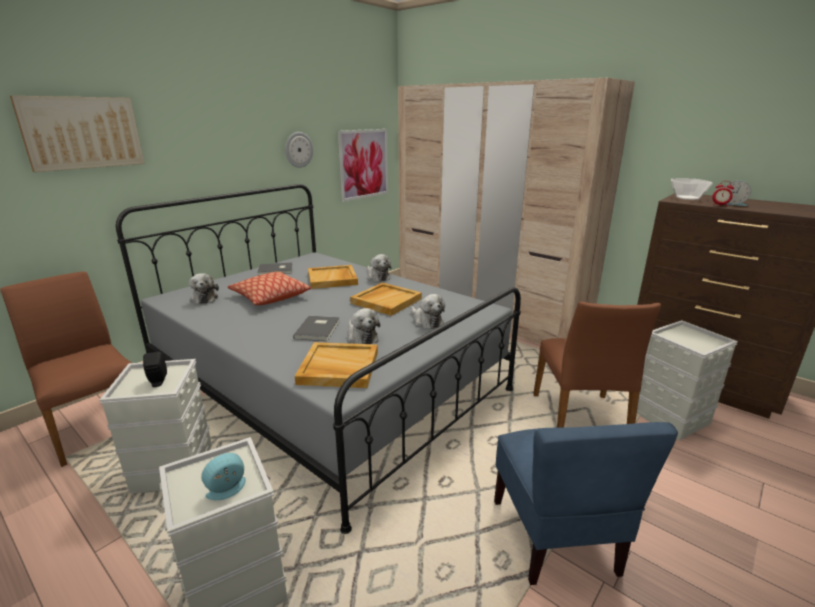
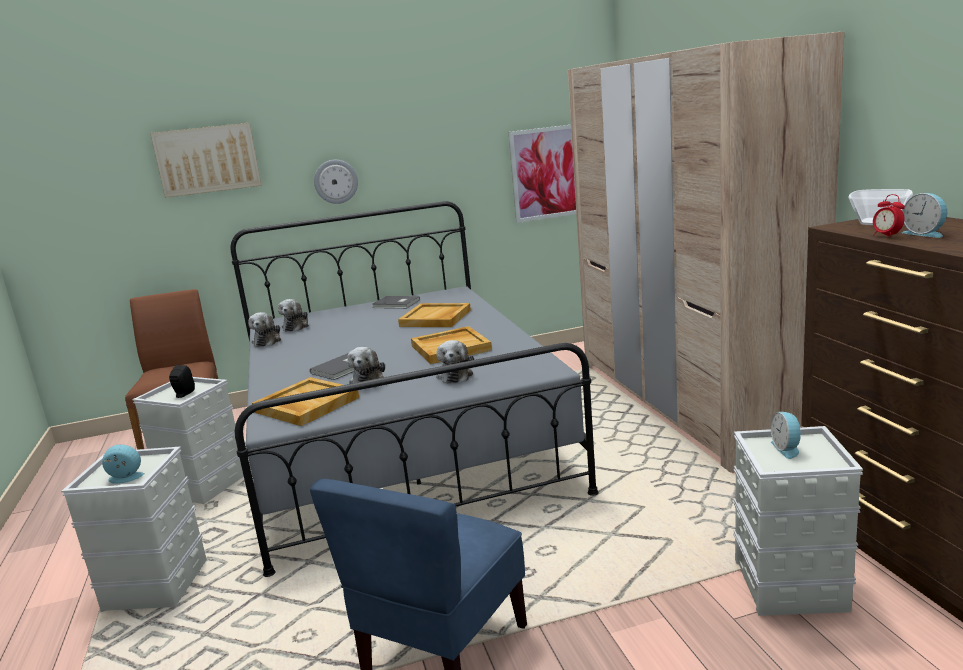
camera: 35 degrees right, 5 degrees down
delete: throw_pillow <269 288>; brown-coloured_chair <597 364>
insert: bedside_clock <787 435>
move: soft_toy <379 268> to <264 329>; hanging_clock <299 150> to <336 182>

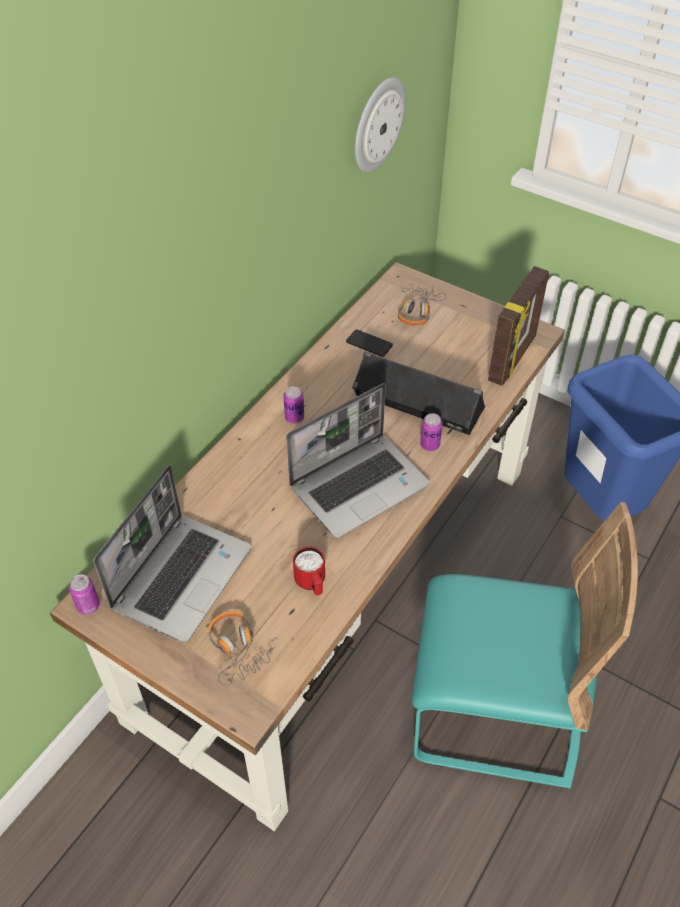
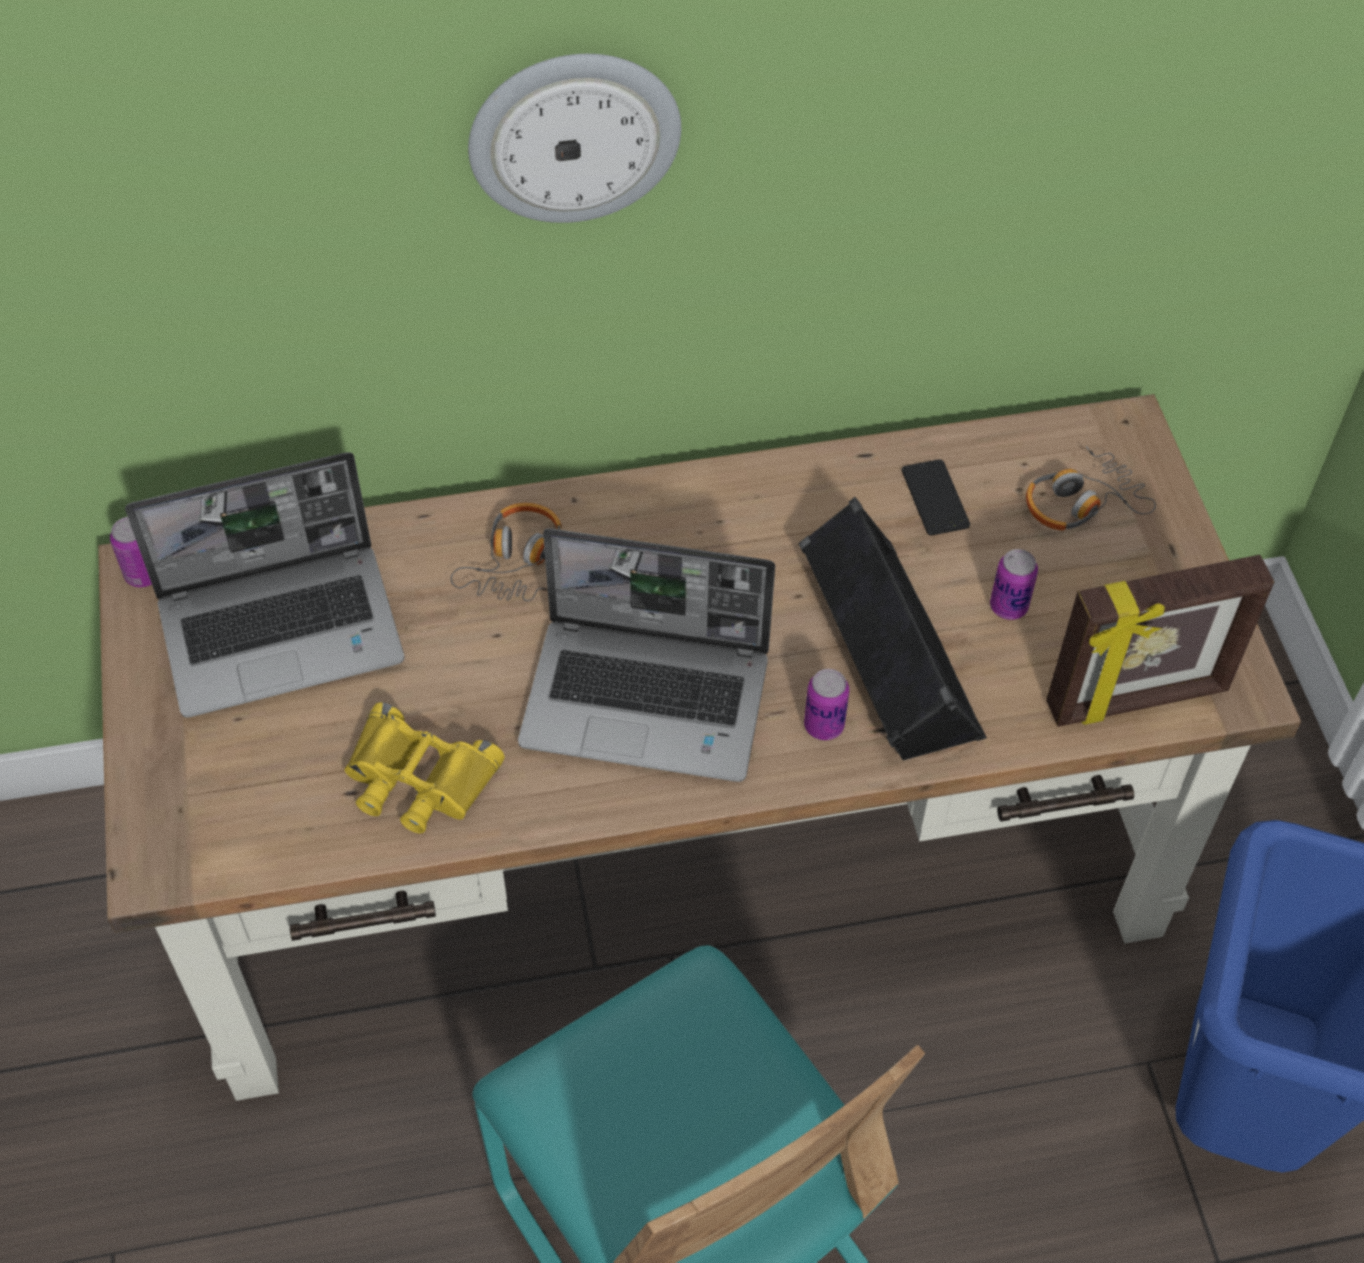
camera: 45 degrees right, 5 degrees up
move: headphones <242 648> to <506 552>; hanging_clock <380 124> to <574 138>; can <293 405> to <1014 584>
replace: red-coloured_coffee_mug <309 570> to yellow_pair_of_binoculars <425 768>

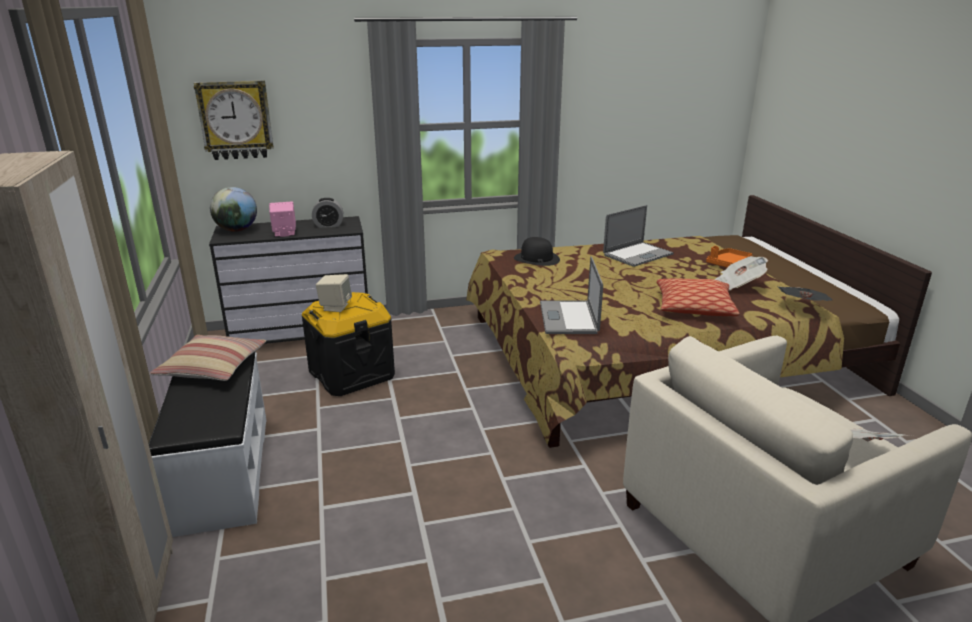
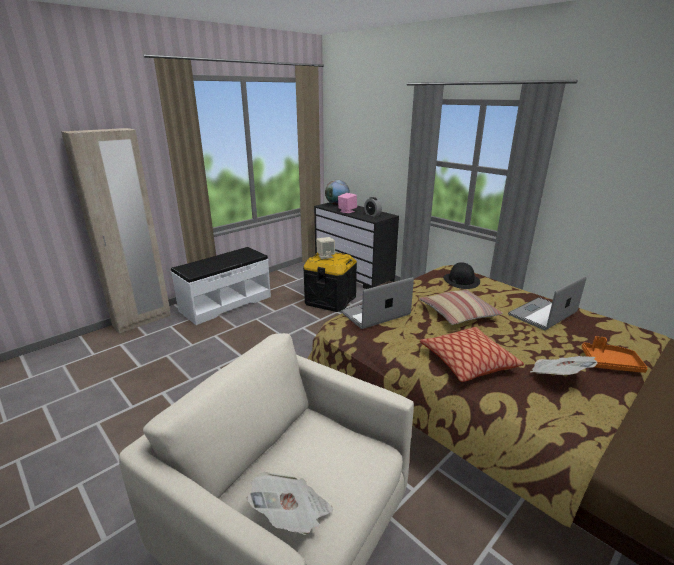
camera: 60 degrees right, 0 degrees up
delete: hanging_clock <234 120>; daily_paper <805 294>
move: throw_pillow <208 358> to <461 307>
rotate: portable_computer <638 236> = <547 303> 120 degrees clockwise

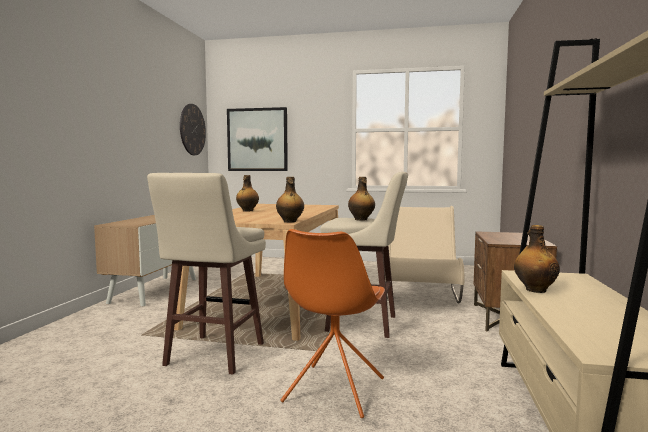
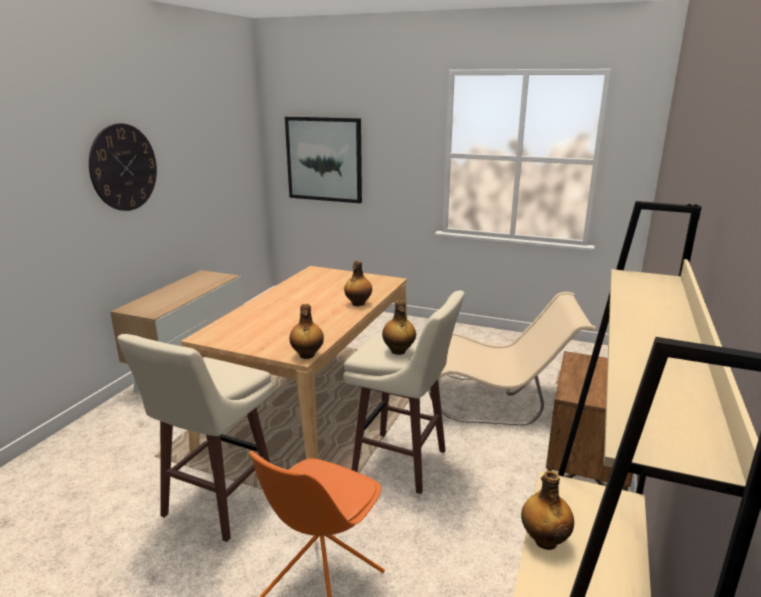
camera: 10 degrees right, 15 degrees up
move: hanging_clock <193 129> to <123 167>; beverage_bottle <247 193> to <358 283>
rotate: sand-coloured_chair <424 255> = <511 358> 75 degrees clockwise

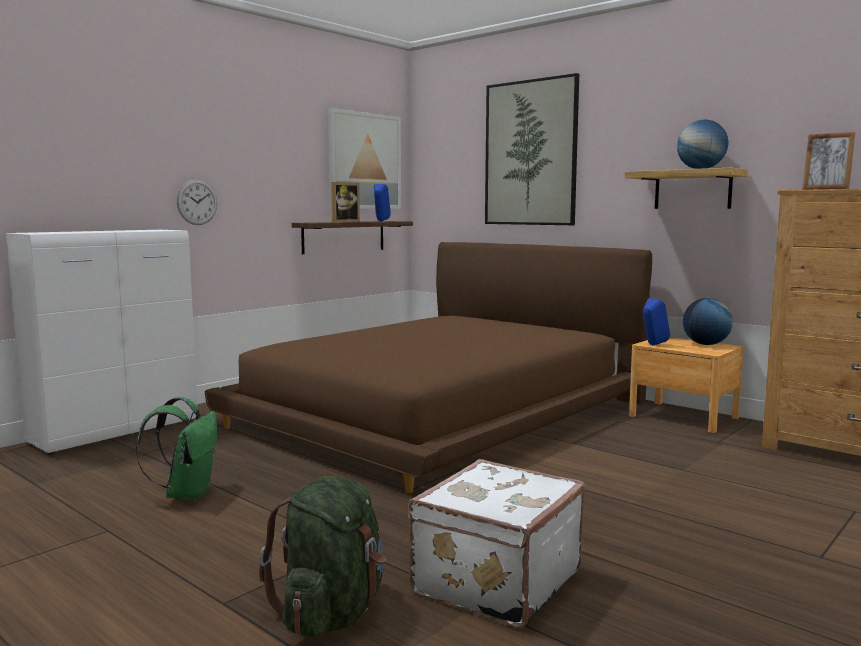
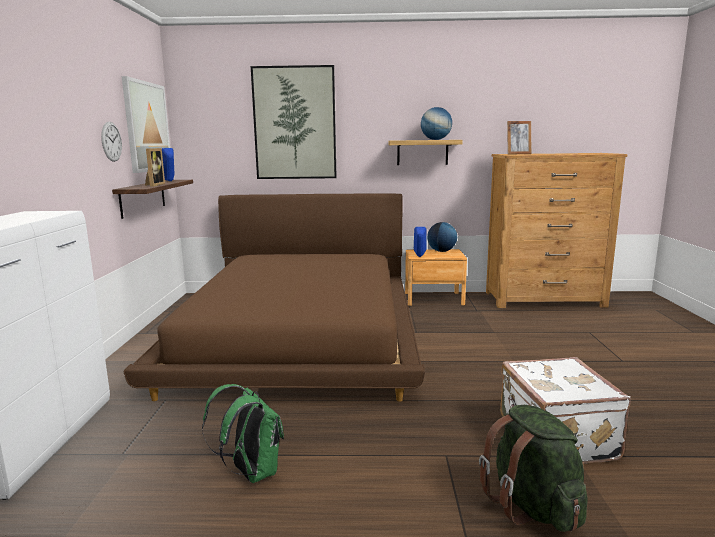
camera: 40 degrees left, 5 degrees up
move: hanging_clock <197 202> to <111 142>

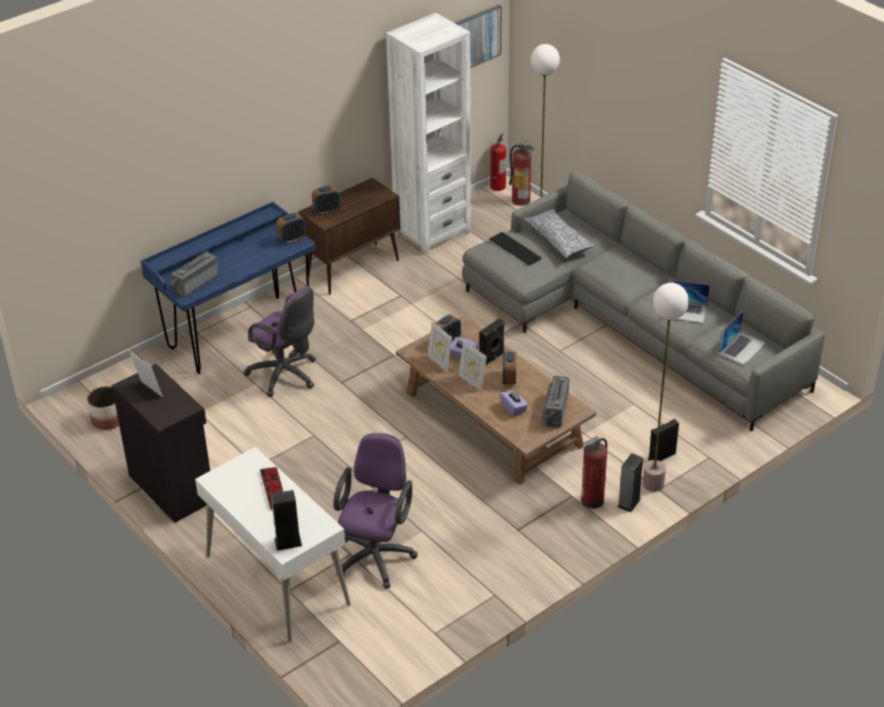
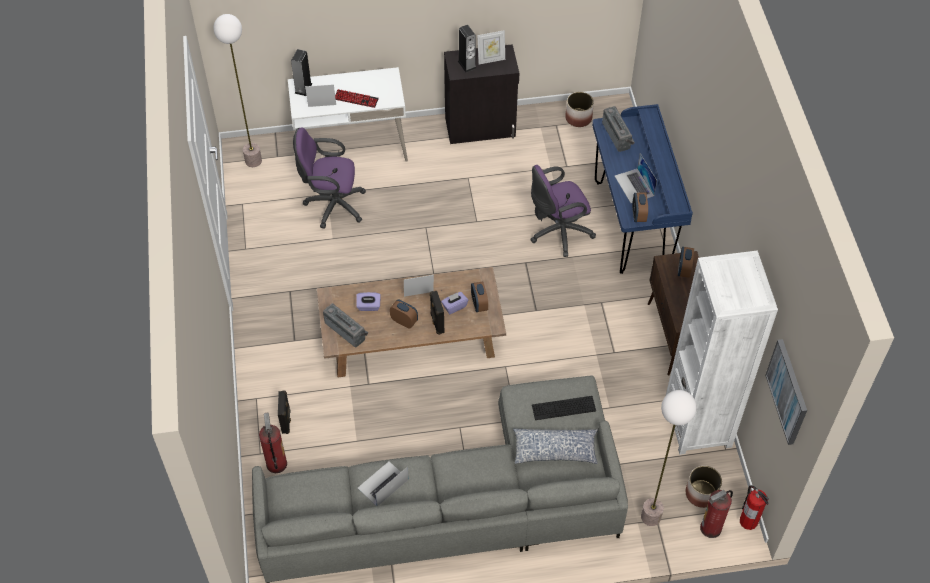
camera: 120 degrees right, 15 degrees up
insert: flower_pot <704 487>
move: standard_lamp <665 387> to <237 90>; extinguisher <594 472> to <273 443>; picture_frame <440 346> to <320 95>; speaker <630 483> to <467 48>; portable_computer <742 338> to <636 178>
rotate: purplish_desk_chair <375 511> = <329 178> 135 degrees clockwise

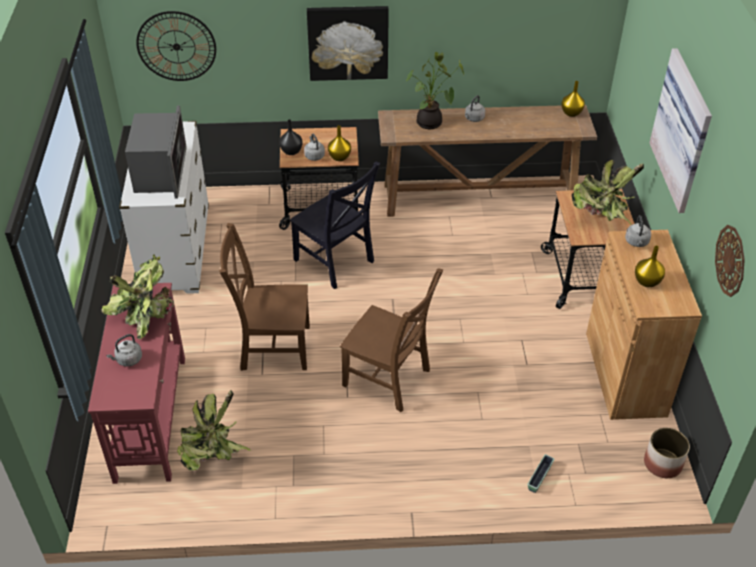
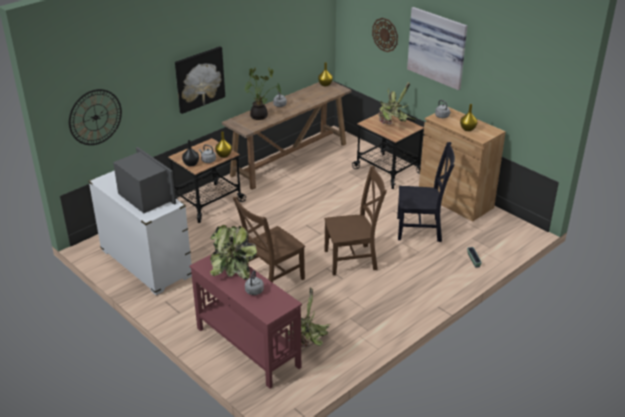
camera: 40 degrees left, 10 degrees down
delete: flower_pot <667 453>
move: hanging_clock <730 261> to <385 35>; black-coloured_chair <334 225> to <426 192>

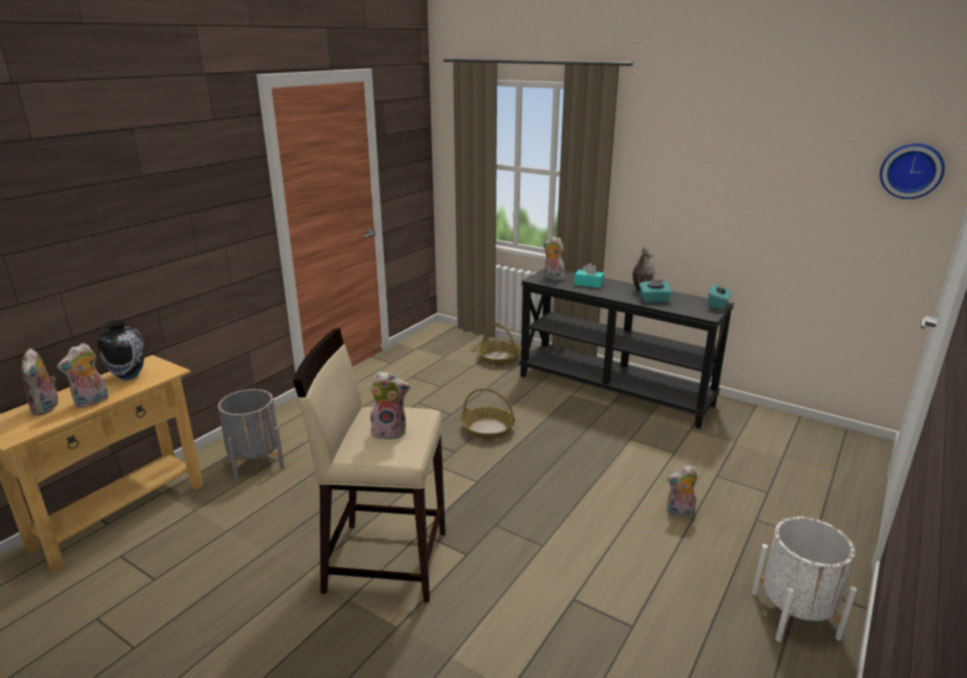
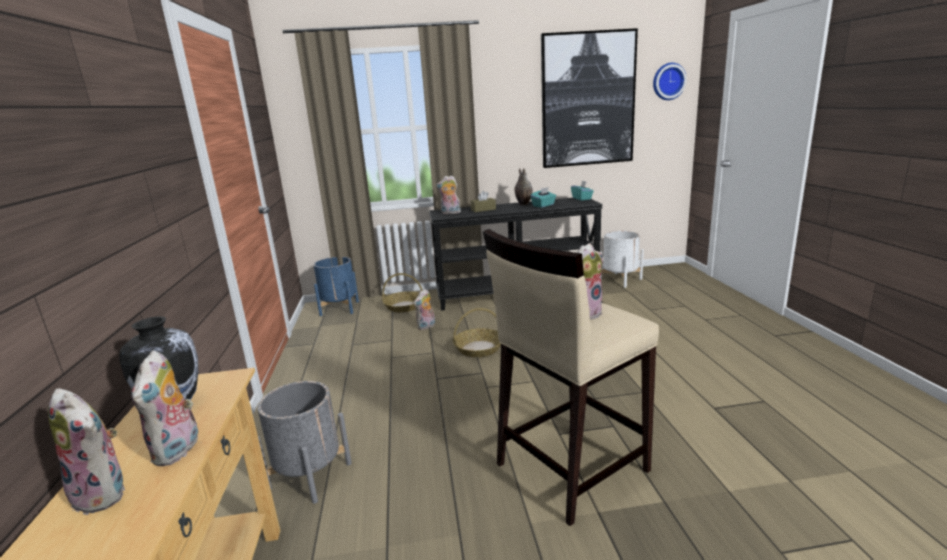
camera: 40 degrees left, 5 degrees down
insert: bluish_flower_pot <336 286>; picture <589 98>
move: soft_toy <682 491> to <424 309>; white_flower_pot <804 579> to <622 259>
recolor: blue-green_tissue_holder <589 275> to brown-coloured_tissue_holder <483 201>

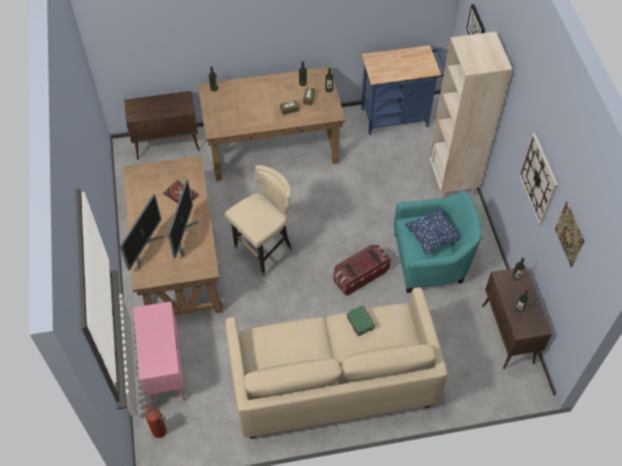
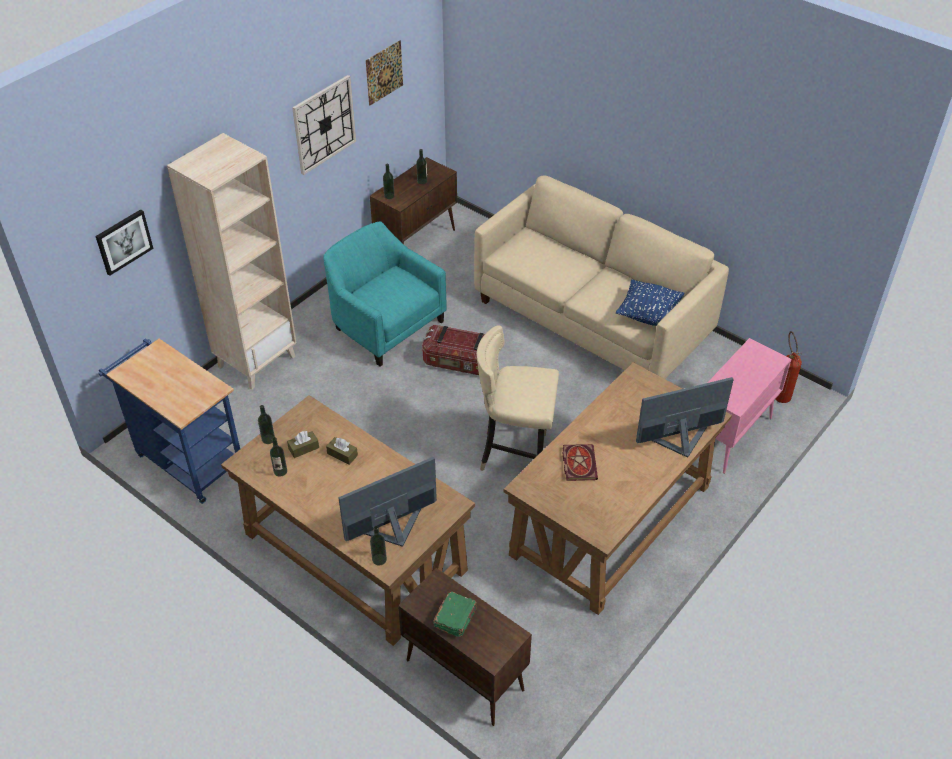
camera: 130 degrees left, 10 degrees down
move: computer_screen <183 219> to <387 502>; greenish_bound_book <360 321> to <455 614>; bluish_throw_pillow <432 231> to <650 302>

